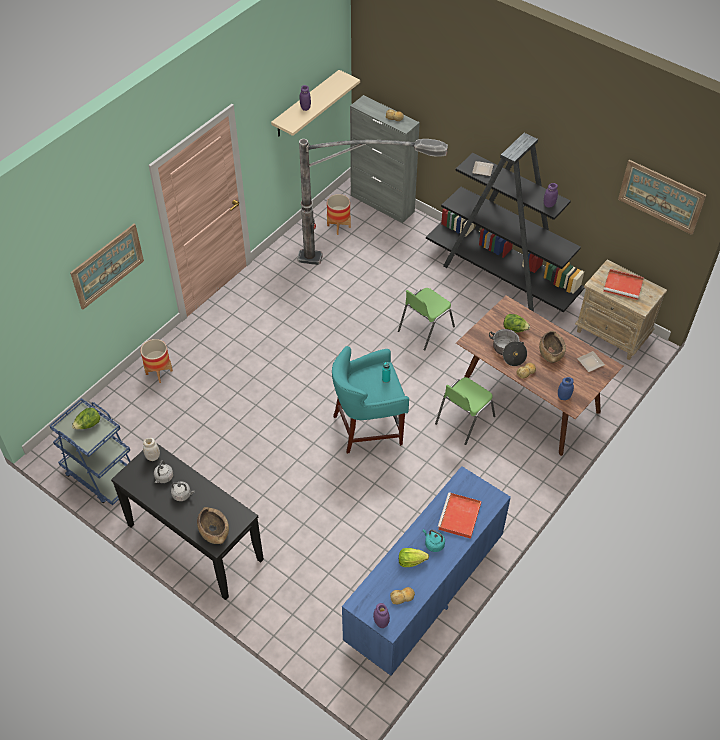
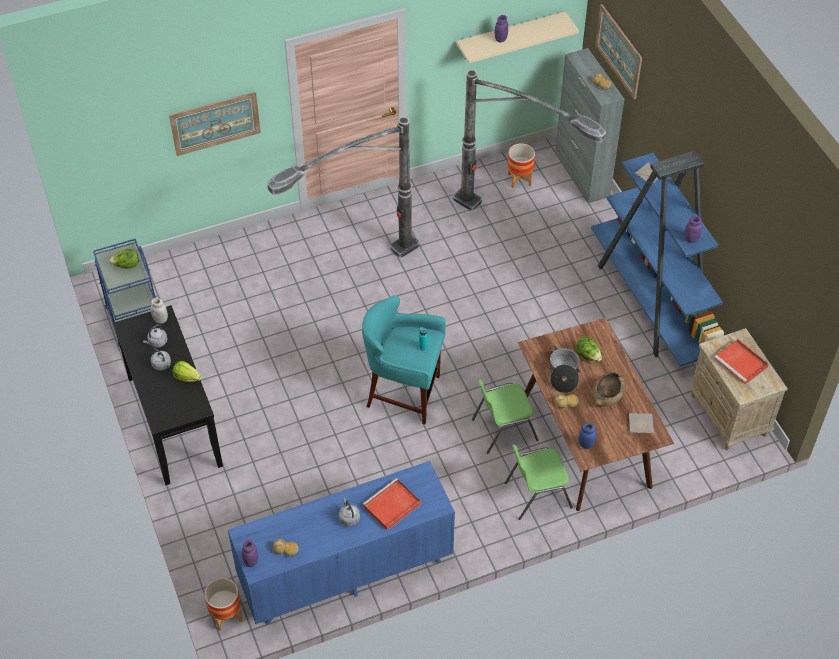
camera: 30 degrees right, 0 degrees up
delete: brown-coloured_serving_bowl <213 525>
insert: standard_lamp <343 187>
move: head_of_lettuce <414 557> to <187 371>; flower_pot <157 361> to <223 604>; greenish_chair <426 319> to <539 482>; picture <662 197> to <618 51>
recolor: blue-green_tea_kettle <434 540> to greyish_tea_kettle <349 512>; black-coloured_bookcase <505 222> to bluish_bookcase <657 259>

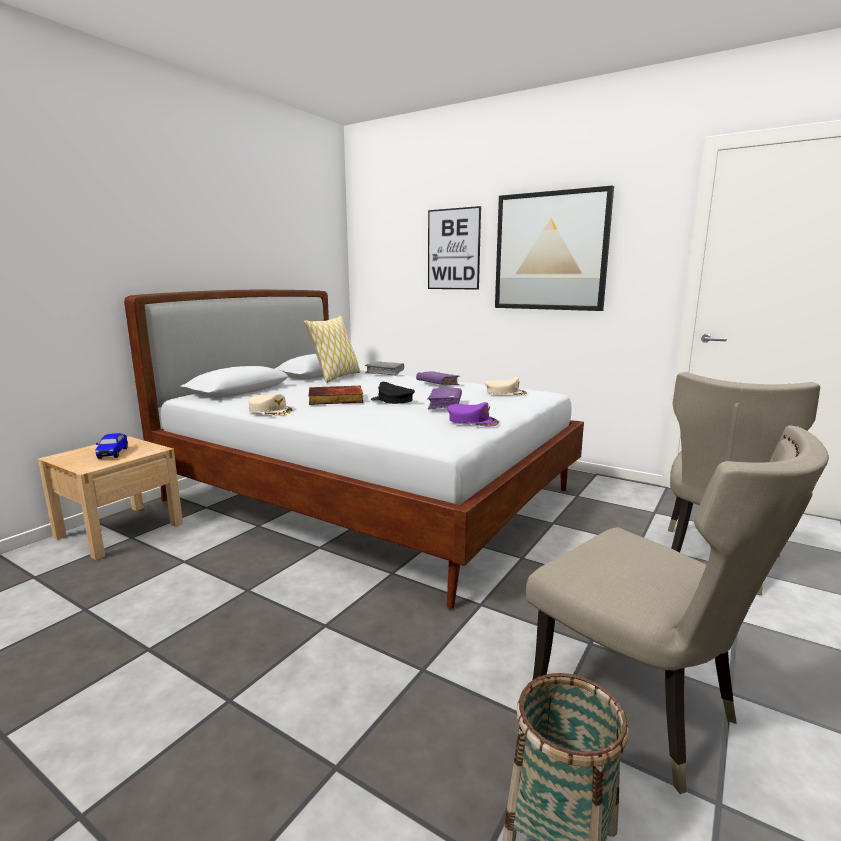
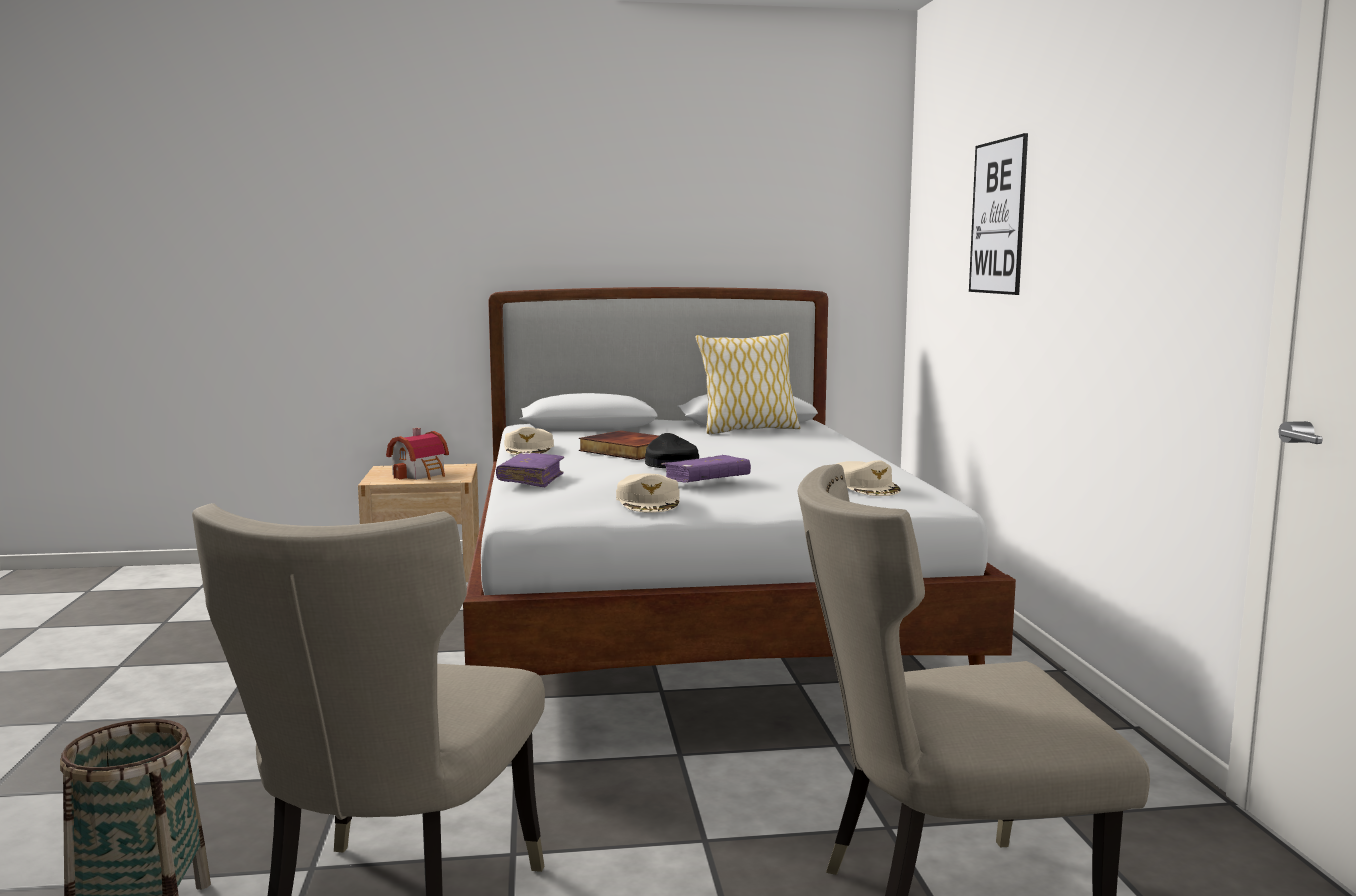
camera: 50 degrees right, 5 degrees down
delete: greyish_bound_book <384 368>; picture <554 248>
move: purplish_bound_book <438 378> to <530 469>
replace: toy_car <111 446> to miniature_house <417 454>
recolor: purplish_cap <473 414> to sand-coloured_cap <648 493>

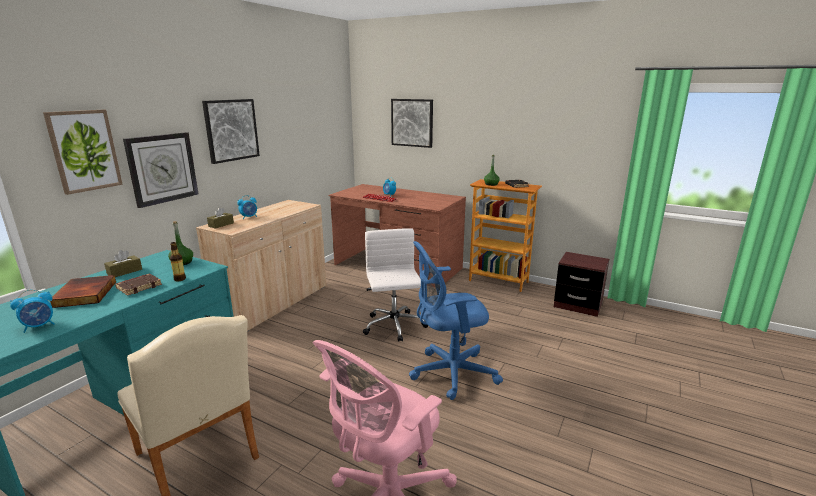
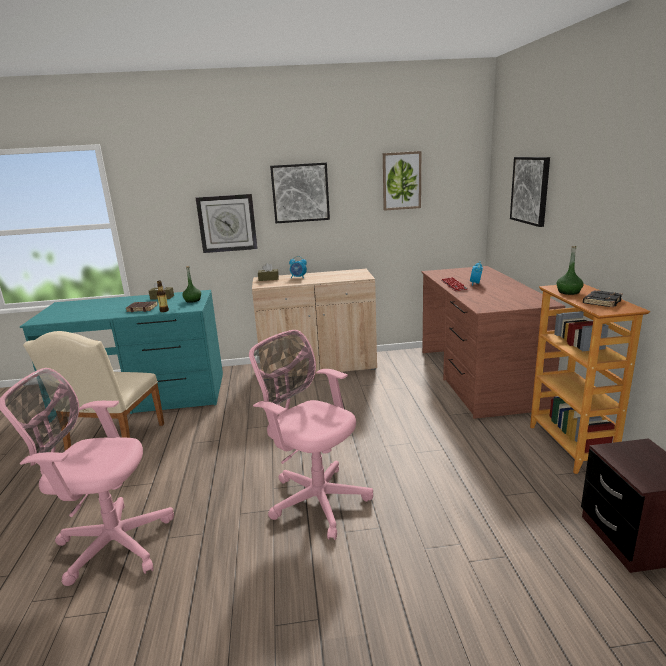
camera: 55 degrees right, 0 degrees up
delete: bedside_clock <32 311>; bound_book <83 291>; white_desk_chair <395 285>
move: picture <83 152> to <402 181>
recolor: bluish_desk_chair <456 320> to pink_desk_chair <311 435>

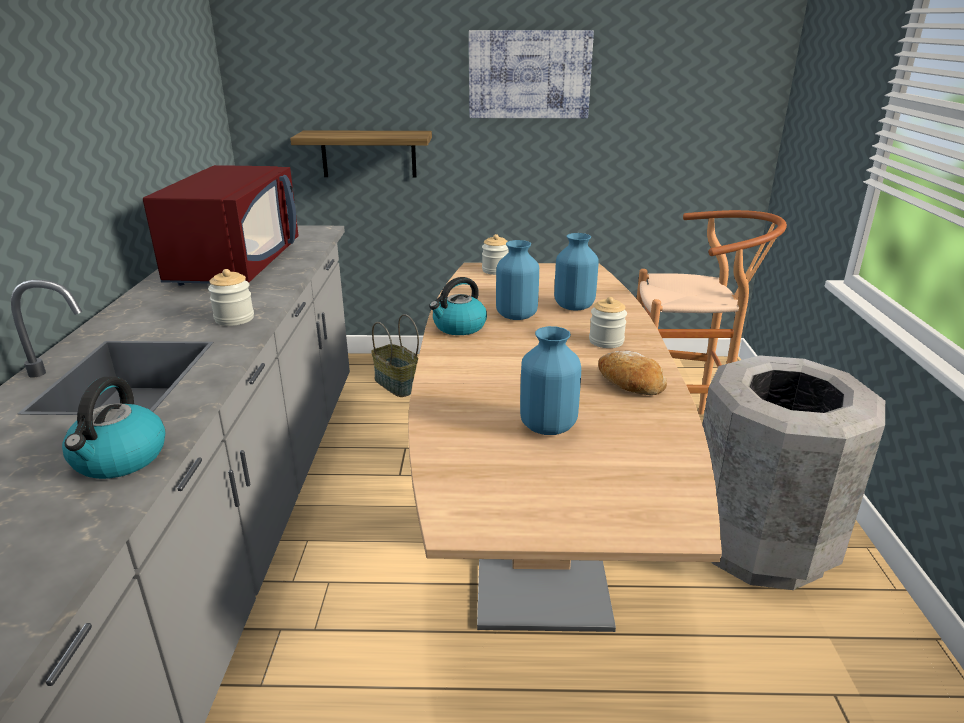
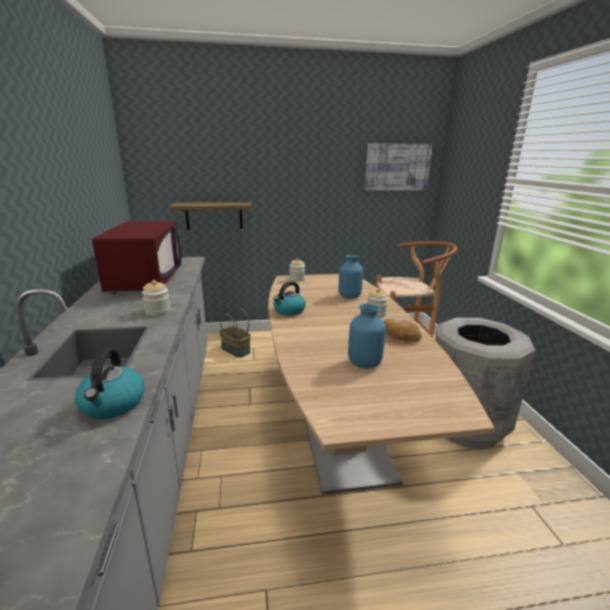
camera: 10 degrees left, 5 degrees down
delete: bluish_decorative_vase <517 280>
move: picture <531 74> to <398 167>

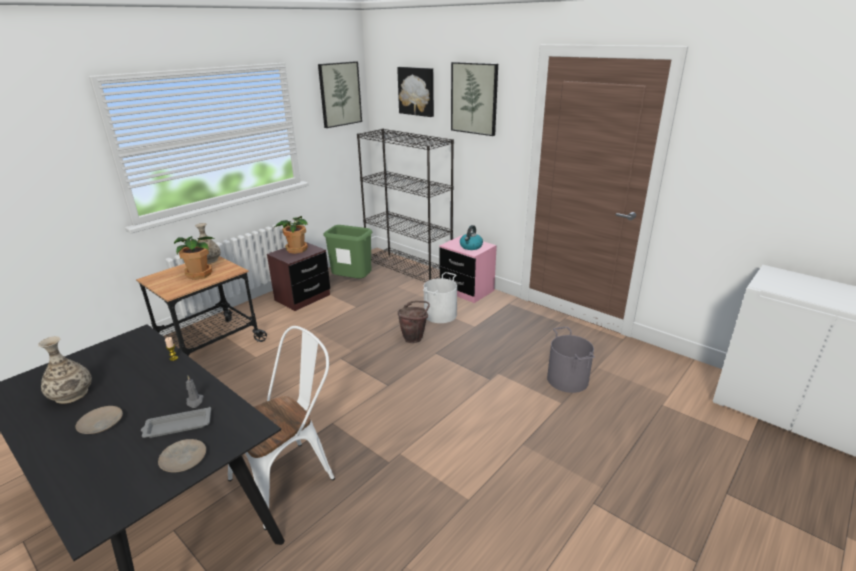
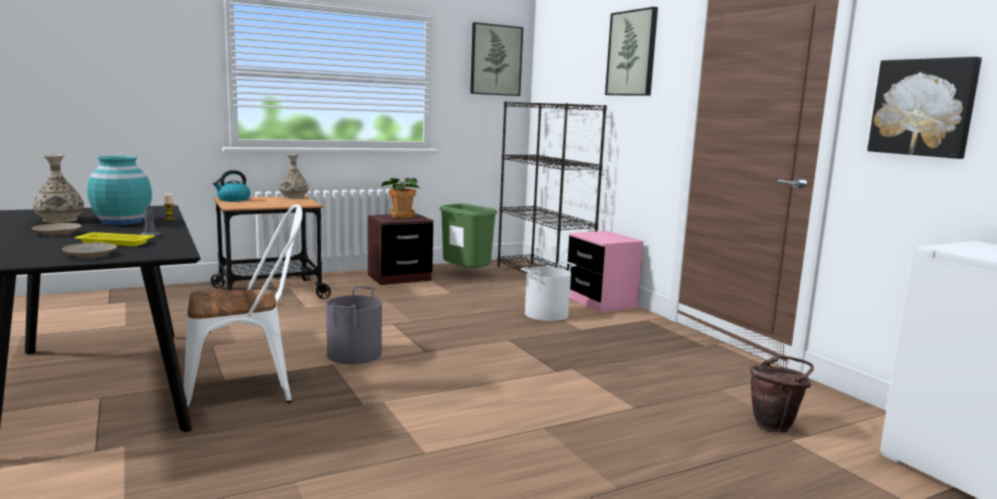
camera: 20 degrees right, 15 degrees down
delete: houseplant <194 258>
insert: blue-green_decorative_vase <119 190>
move: tea_kettle <471 237> to <231 186>; greyish_bucket <571 360> to <354 325>; brown-coloured_bucket <414 322> to <782 394>; picture <415 92> to <924 108>
recolor: greyish_tray <176 422> to yellow_tray <114 239>

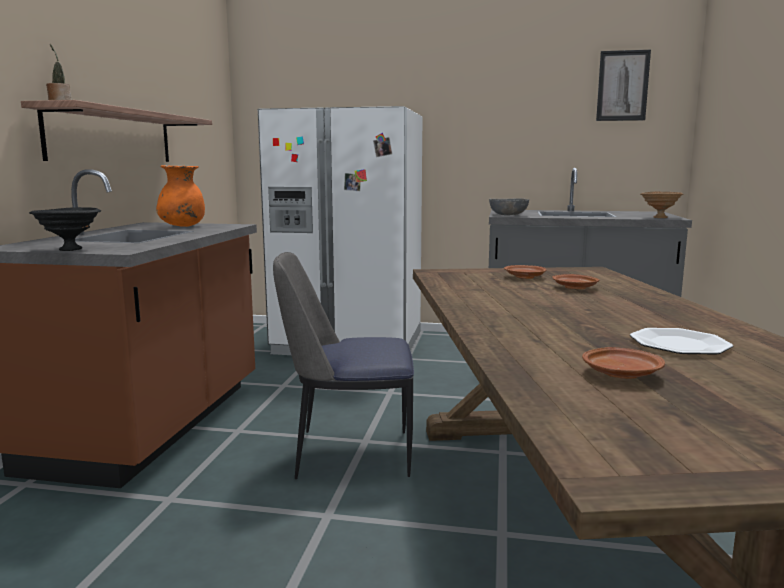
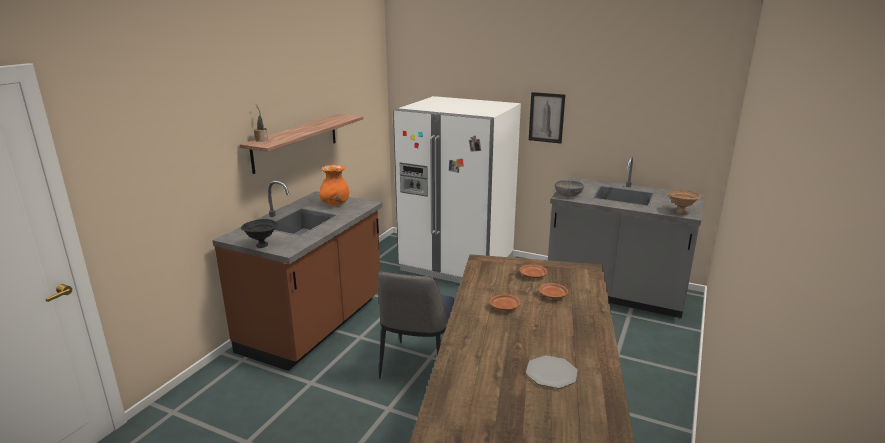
camera: 15 degrees right, 10 degrees up
move: brown-coloured_plate <623 363> to <505 302>; picture <623 85> to <547 118>
rotate: chair <343 365> = <416 325> 90 degrees counterclockwise

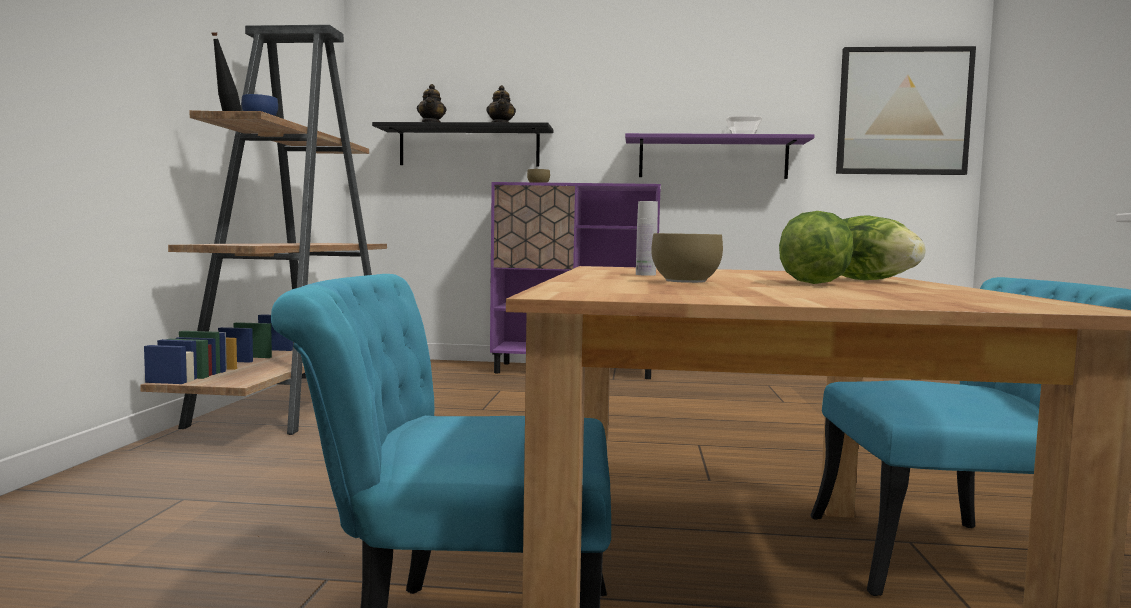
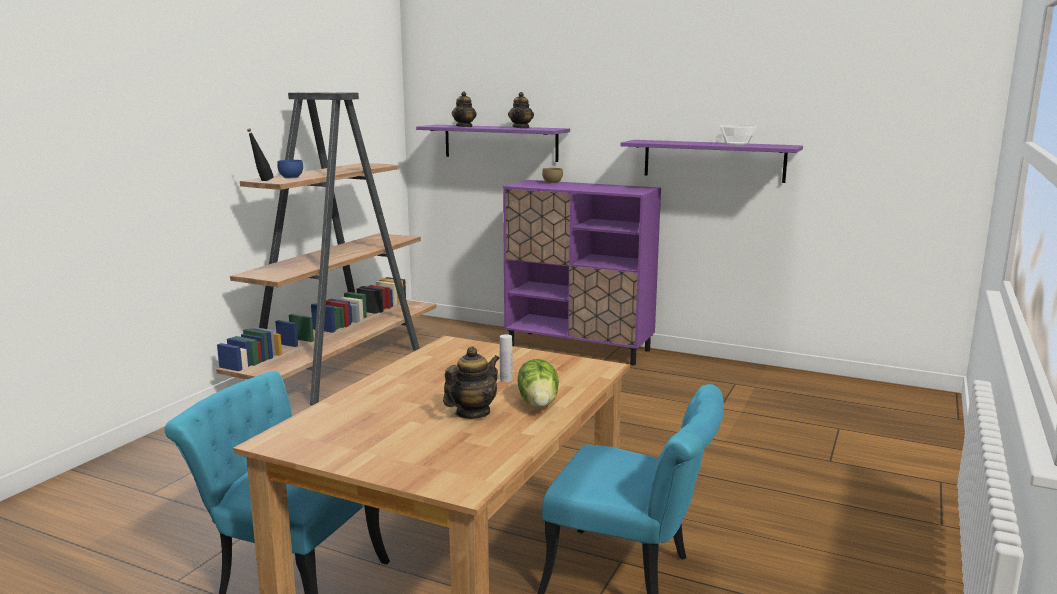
camera: 20 degrees right, 10 degrees up
delete: brown-coloured_serving_bowl <687 258>; picture <906 110>
move: white_beverage_bottle <647 238> to <506 358>
replace: head_of_lettuce <816 247> to tea_pot <471 382>
recolor: black-coloured_wall_shelf <463 144> to purplish_wall_shelf <493 143>

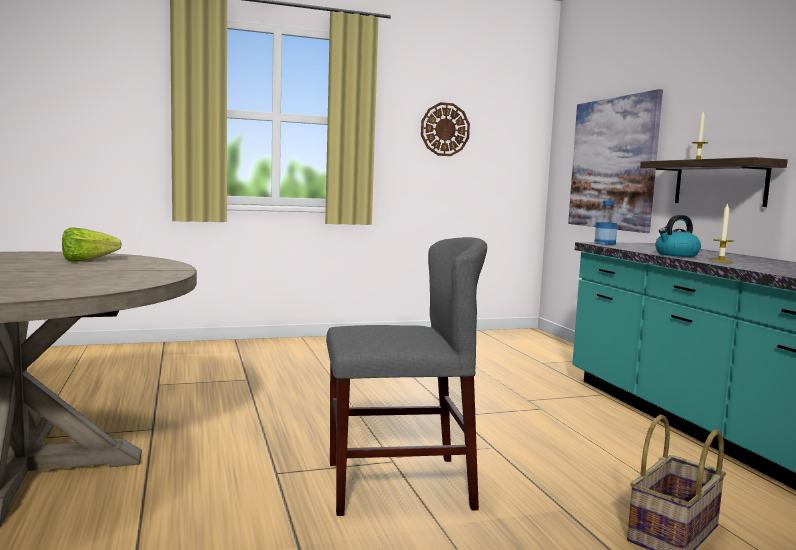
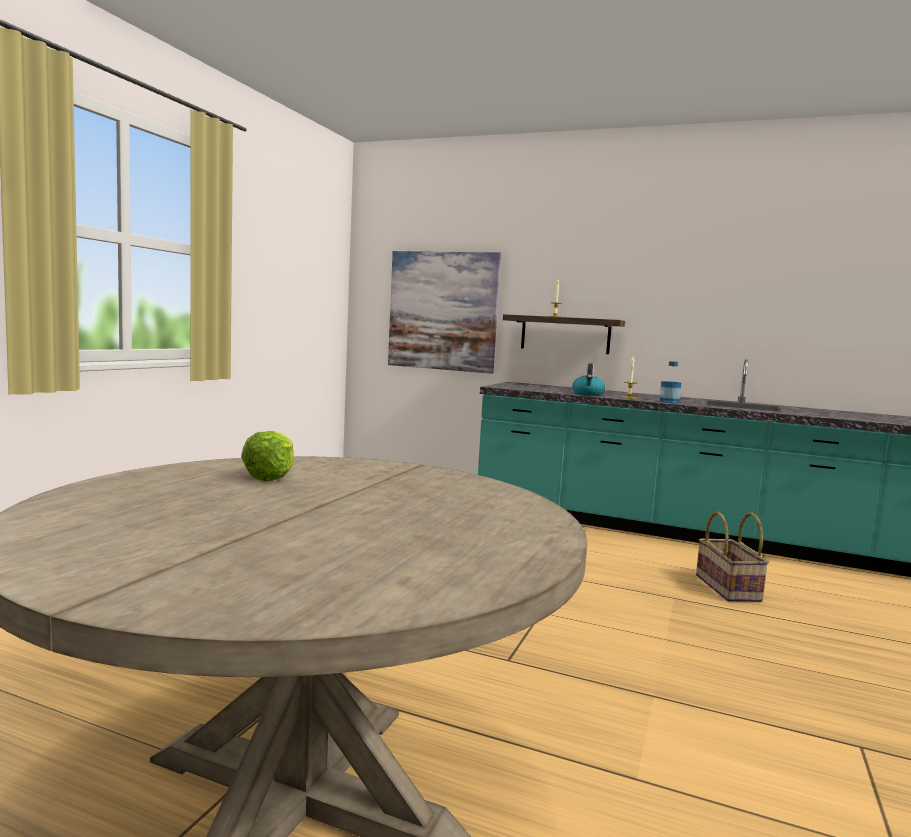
camera: 50 degrees left, 0 degrees up
delete: greyish_chair <406 376>; hanging_clock <445 129>
move: beverage_bottle <605 223> to <670 382>

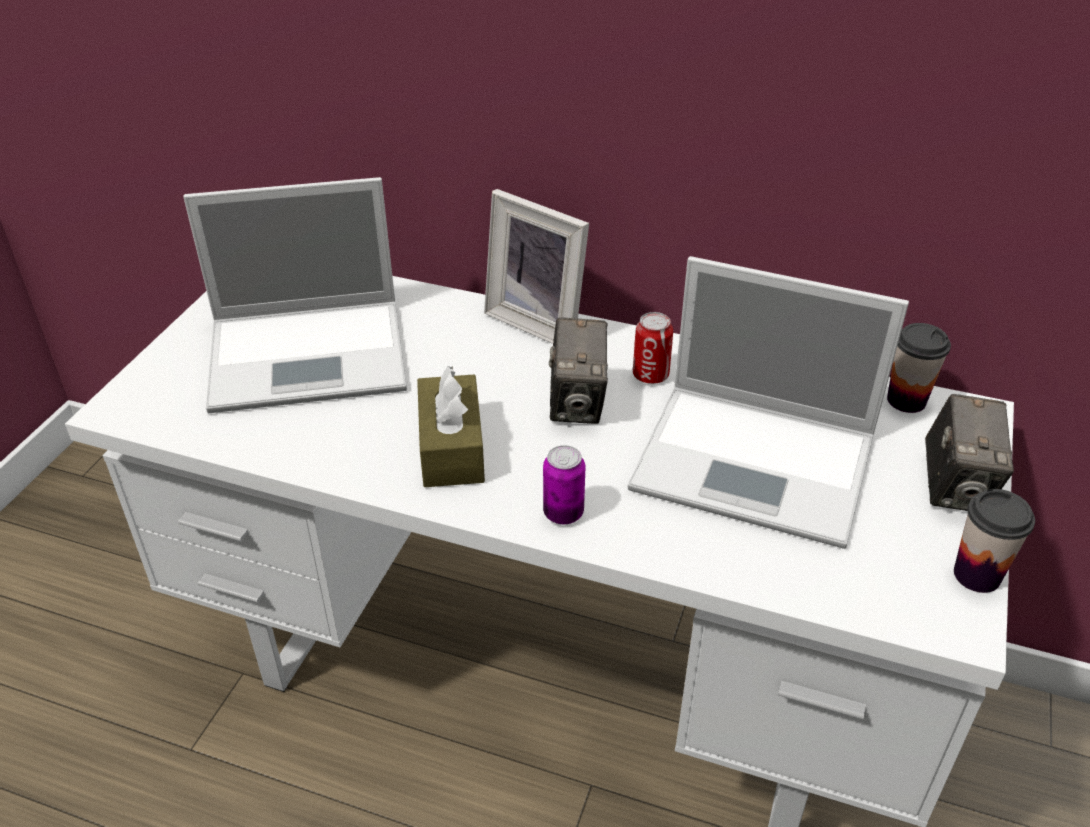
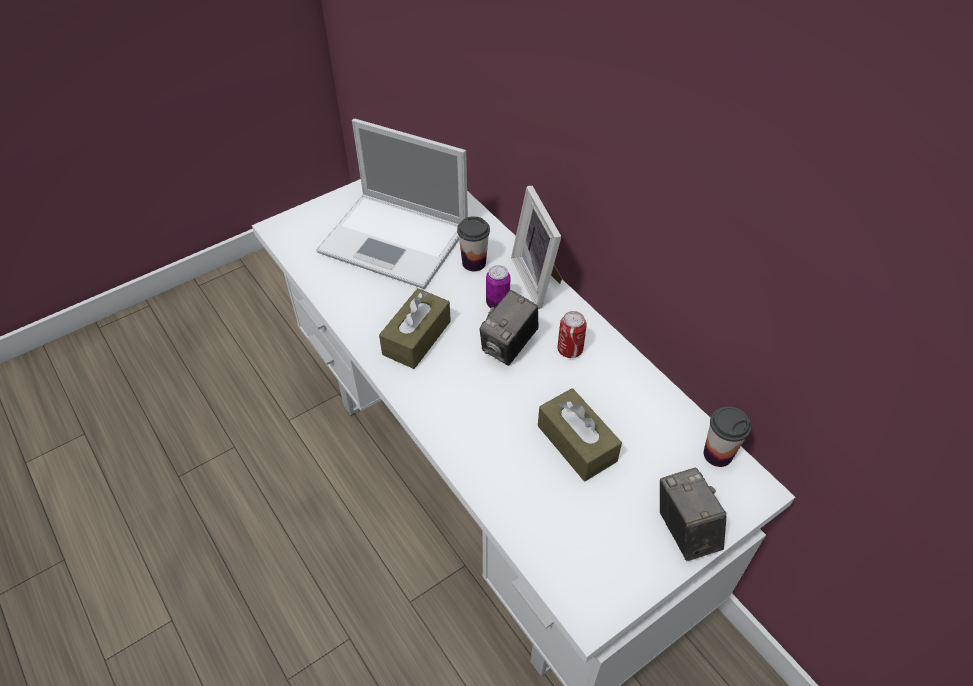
camera: 35 degrees right, 10 degrees up
move: cup <994 541> to <473 243>; can <564 484> to <498 287>
replace: portable_computer <768 402> to brown-coloured_tissue_holder <580 434>
rotate: still_camera <969 452> = <693 514> 120 degrees clockwise

